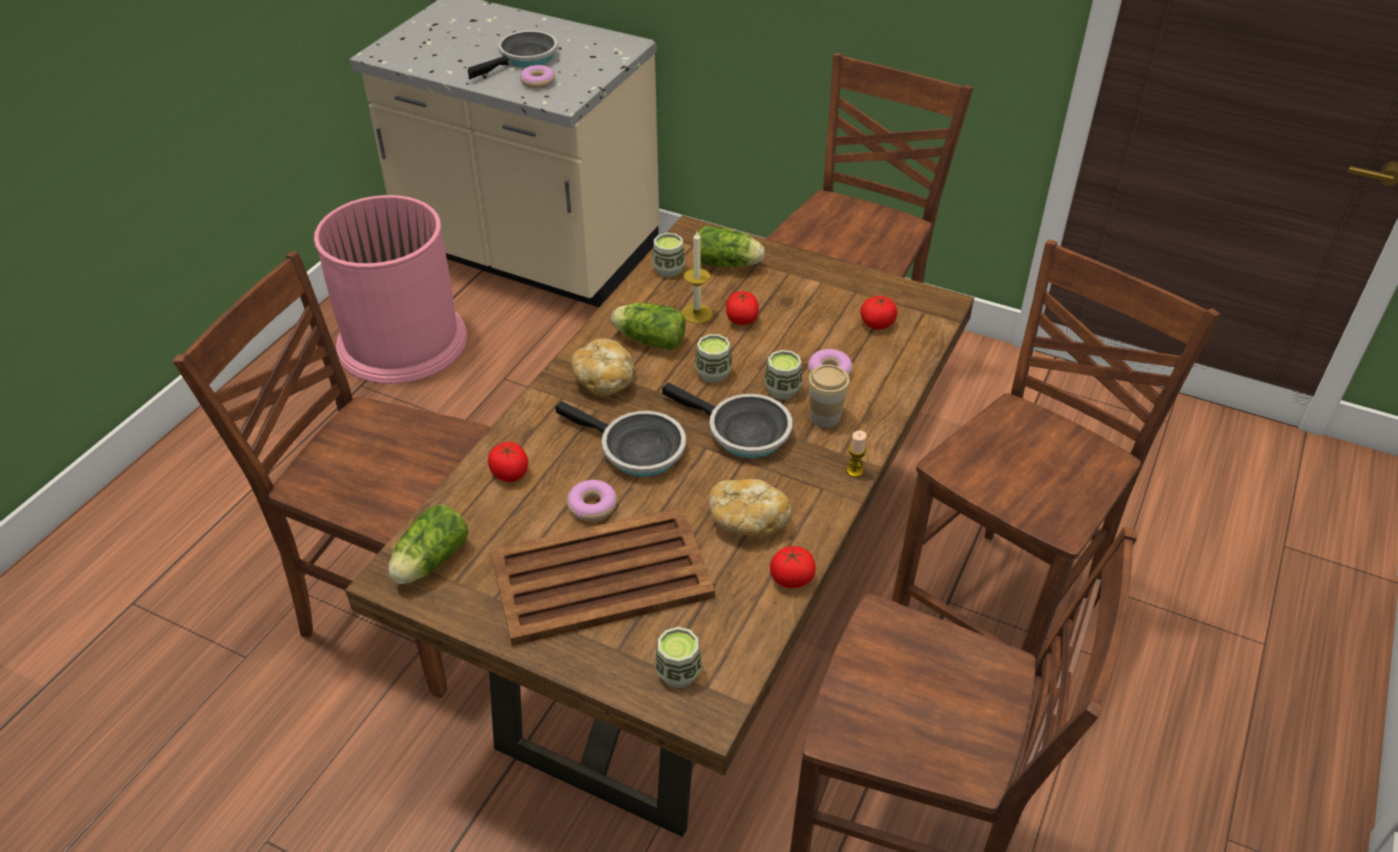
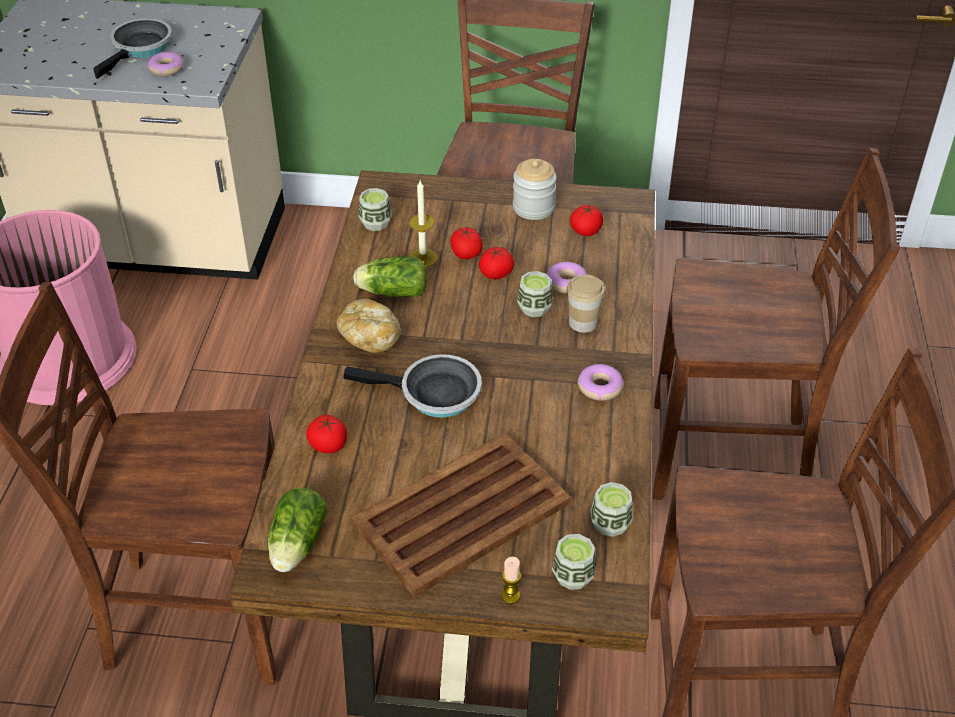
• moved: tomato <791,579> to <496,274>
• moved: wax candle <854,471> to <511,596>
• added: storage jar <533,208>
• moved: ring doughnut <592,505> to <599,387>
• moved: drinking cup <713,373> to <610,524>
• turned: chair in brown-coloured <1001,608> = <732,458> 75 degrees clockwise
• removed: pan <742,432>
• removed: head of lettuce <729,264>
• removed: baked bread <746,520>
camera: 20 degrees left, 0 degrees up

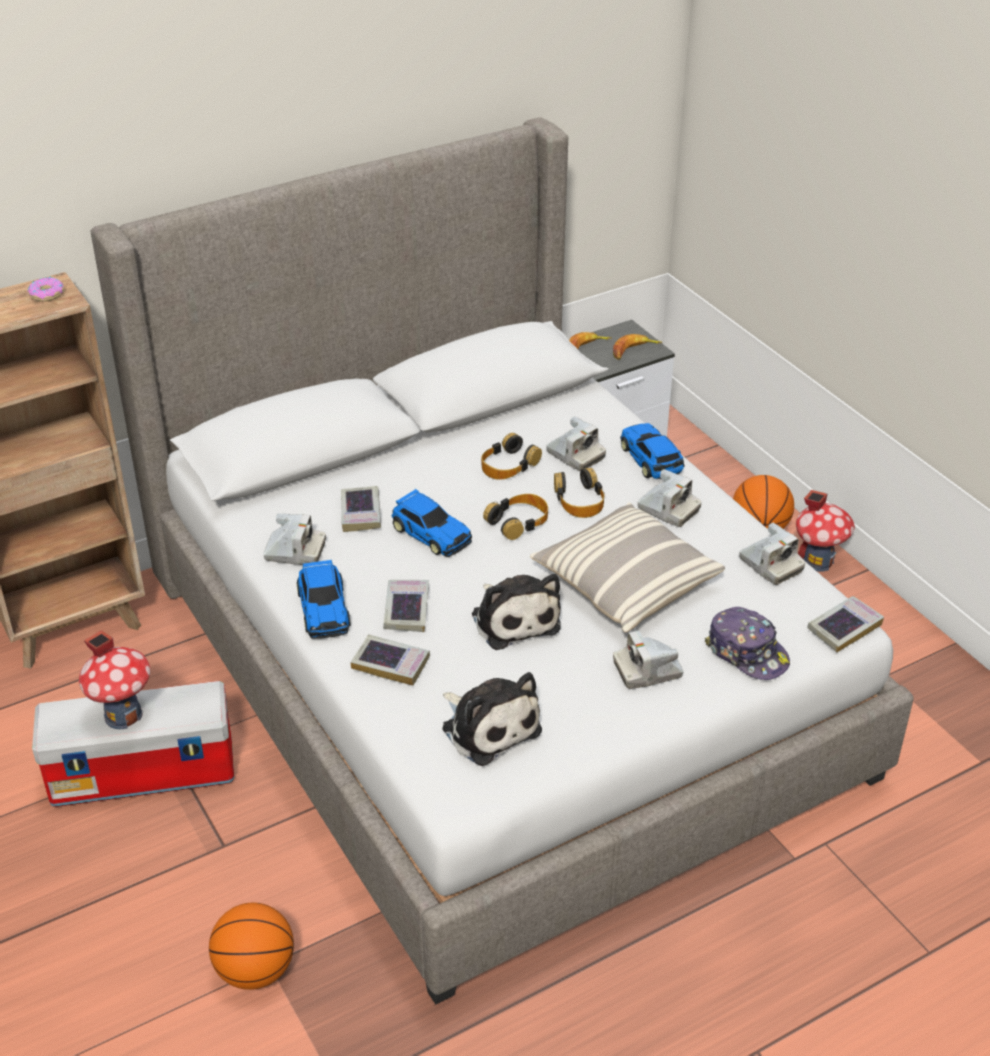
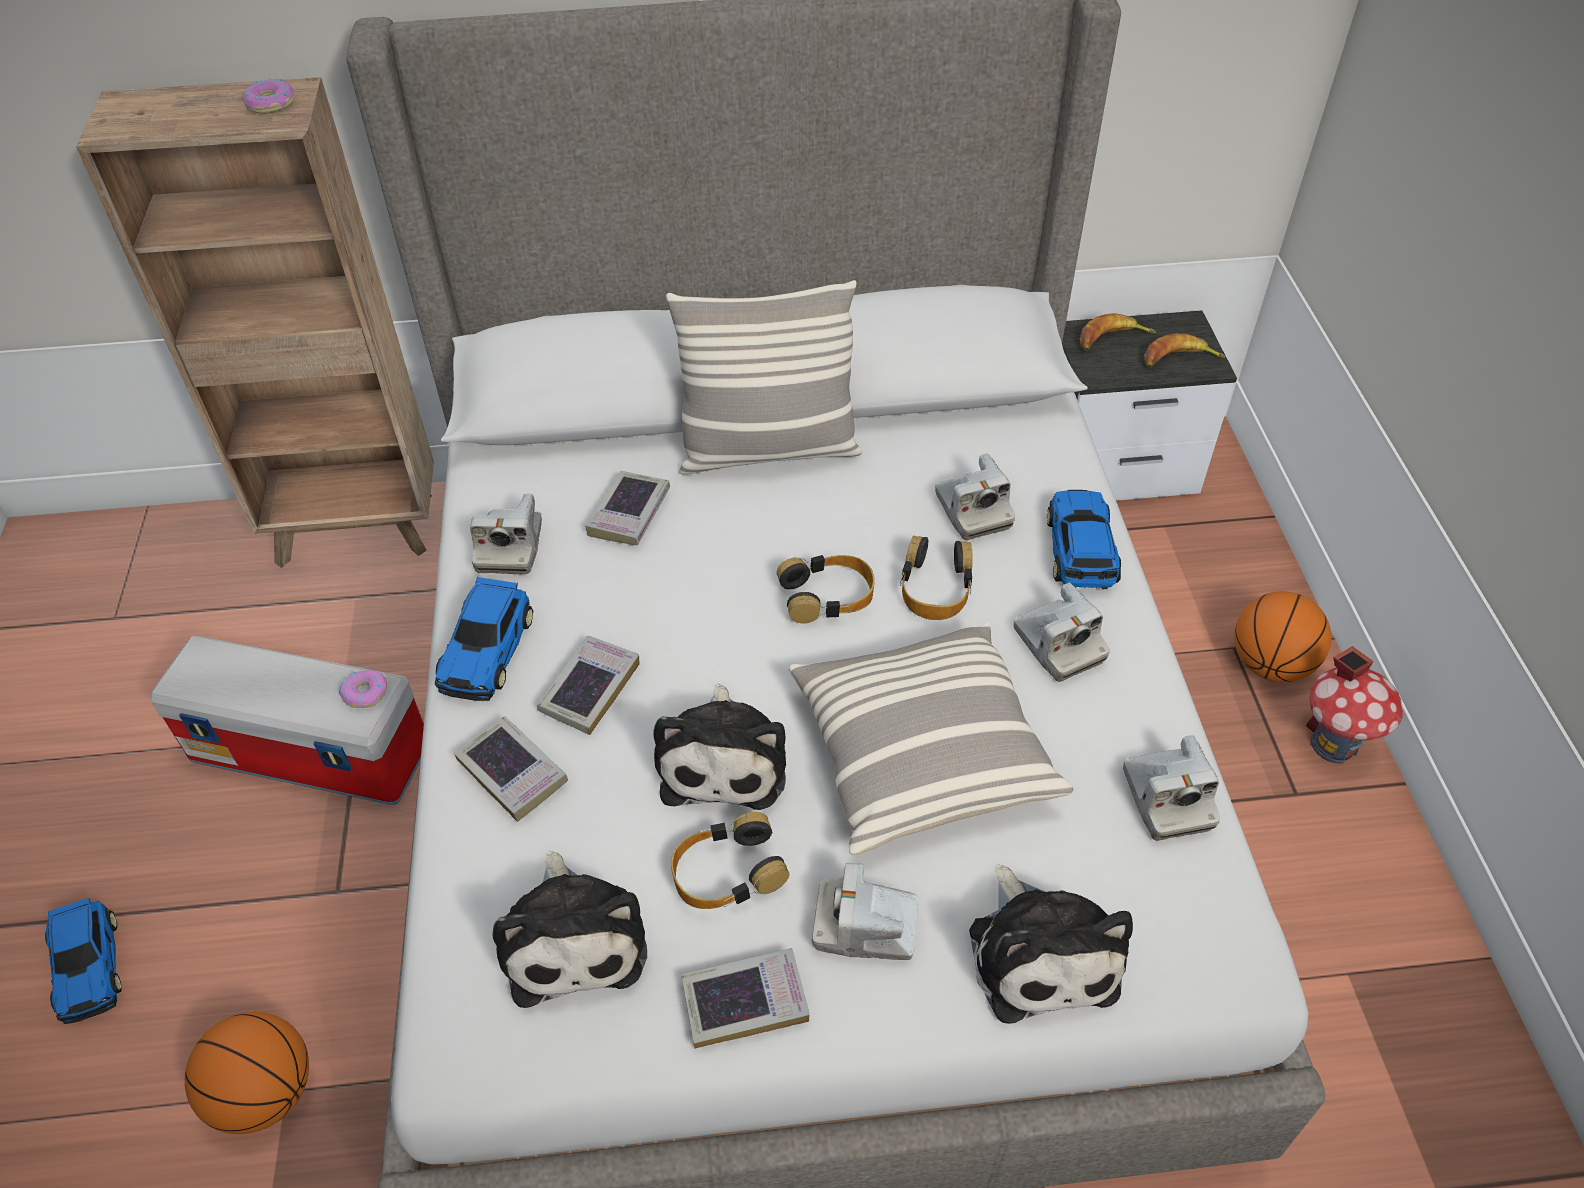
• moved: model car <431,533> to <89,965>
• added: ring doughnut <365,693>
• turned: still camera <295,552> = <510,547> 60 degrees clockwise
• added: throw pillow <768,450>
• moved: headset <508,465> to <727,872>
• moved: book <844,628> to <745,1001>
• replaced: cap <747,653> to plush toy <1041,953>
• removed: miniature house <123,715>
camera: 25 degrees right, 10 degrees up

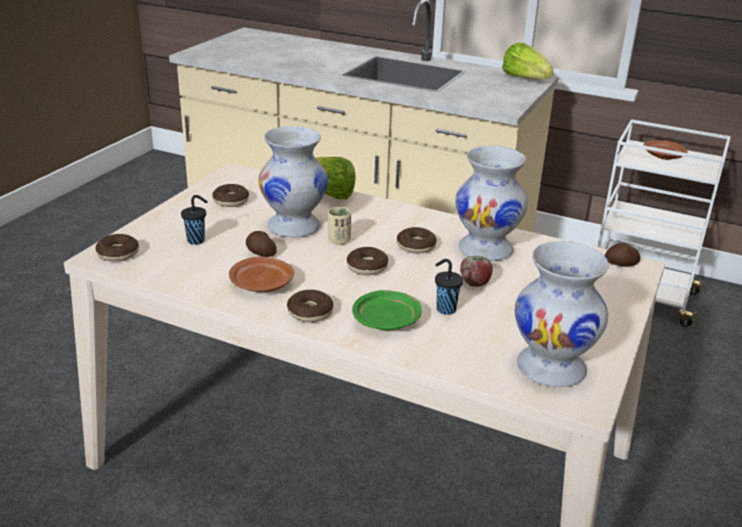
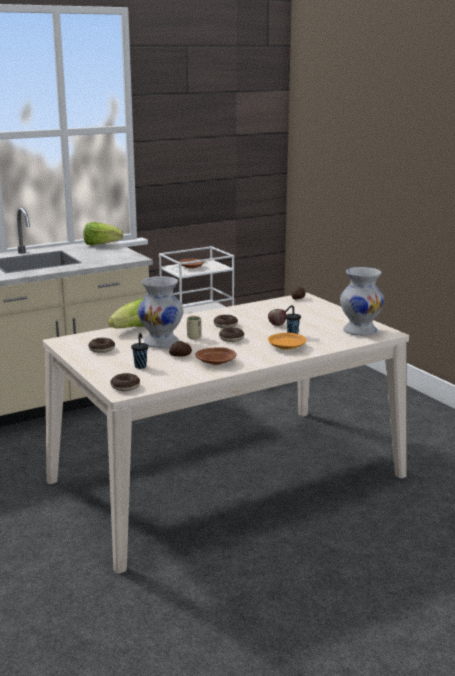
• recoloured: plate in greenish <386,320> to plate in orange <286,347>
• removed: ring doughnut <310,312>
• removed: decorative vase in white-coloured <486,249>
camera: 55 degrees left, 10 degrees down

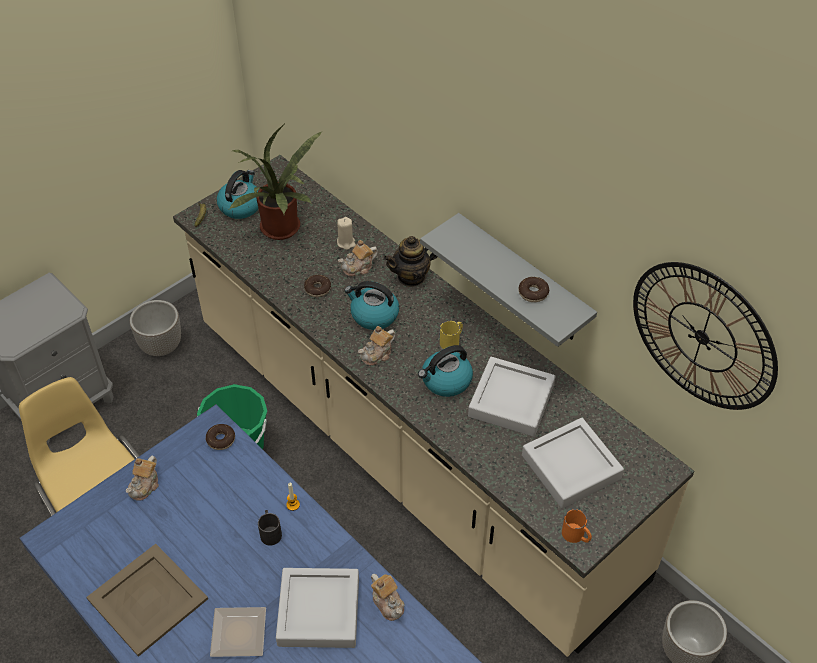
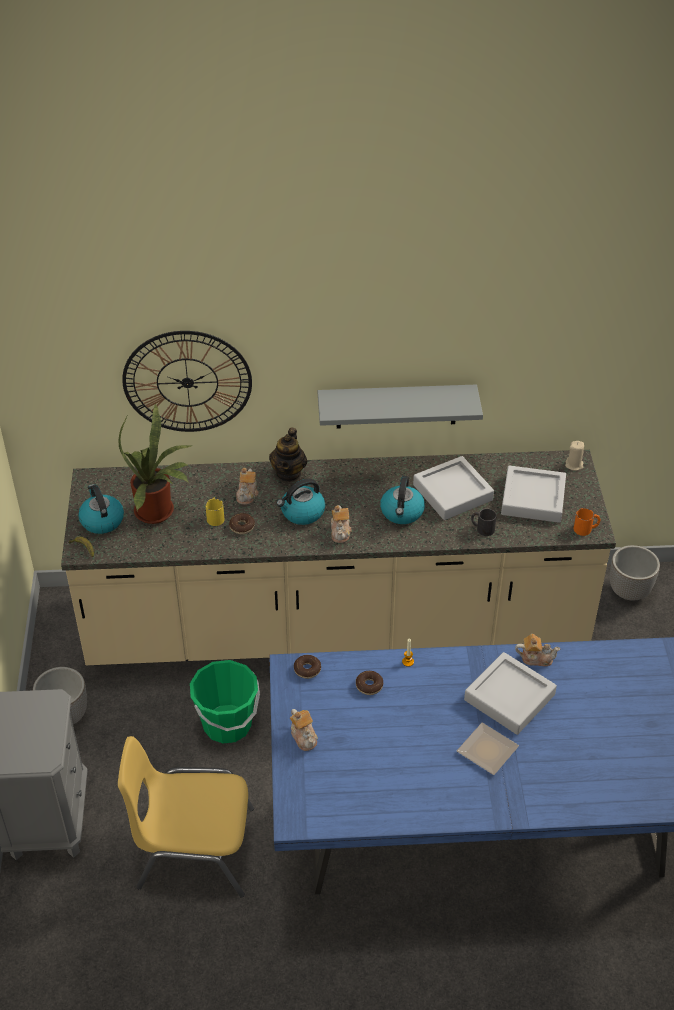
• moved: wall clock <702,336> to <187,382>
• moved: coffee mug in yellow-coloured <452,340> to <215,517>
• moved: ring doughnut <533,293> to <369,685>
• moved: coffee mug in blackish <270,531> to <482,528>
• moved: wax candle in sand-coloured <346,243> to <574,465>
• removed: serving tray in sand-coloured <147,598>
camera: 50 degrees left, 5 degrees down

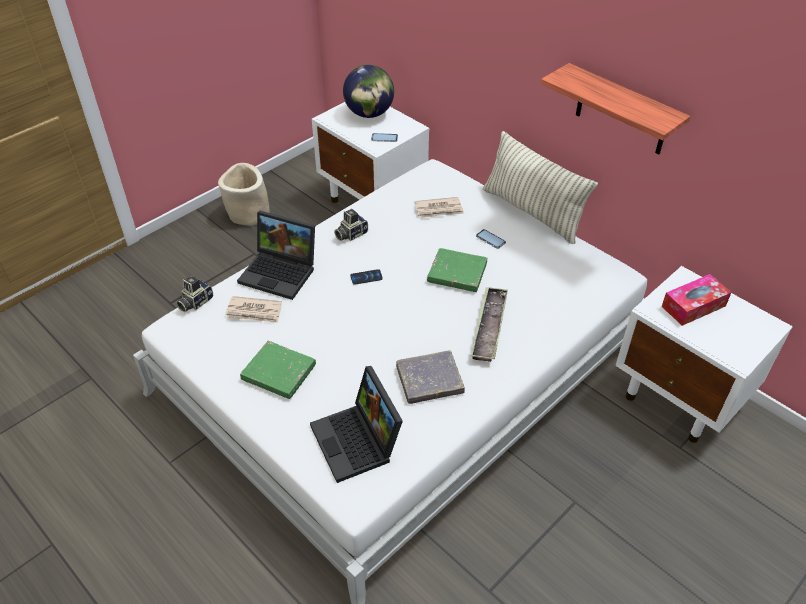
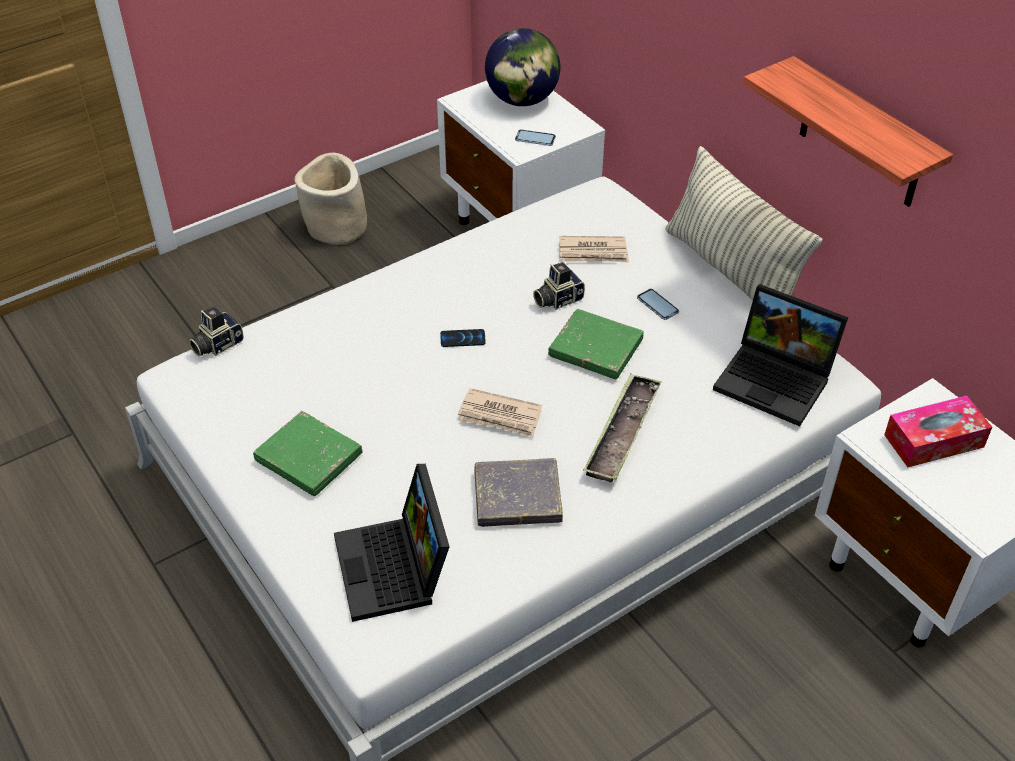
• moved: printed paper <254,312> to <500,416>
• moved: still camera <350,234> to <557,299>
• moved: notebook computer <281,272> to <777,380>
camera: 10 degrees right, 0 degrees up

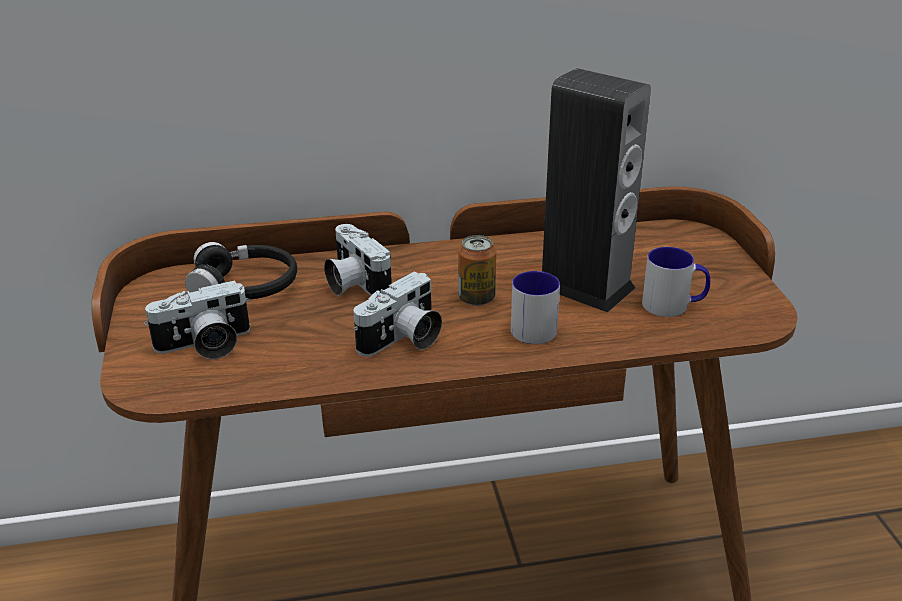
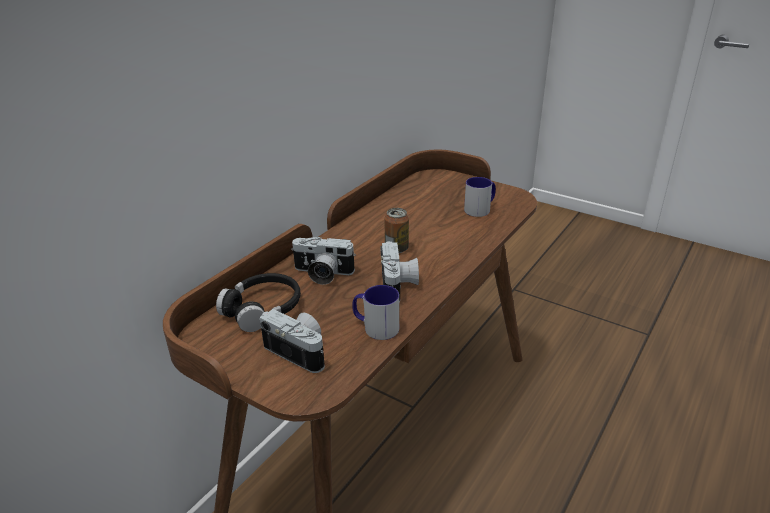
• turned: still camera <205,345> = <300,351> 75 degrees counterclockwise
• moved: coffee mug <529,326> to <375,327>
• removed: audio speaker <585,286>
camera: 45 degrees left, 0 degrees up

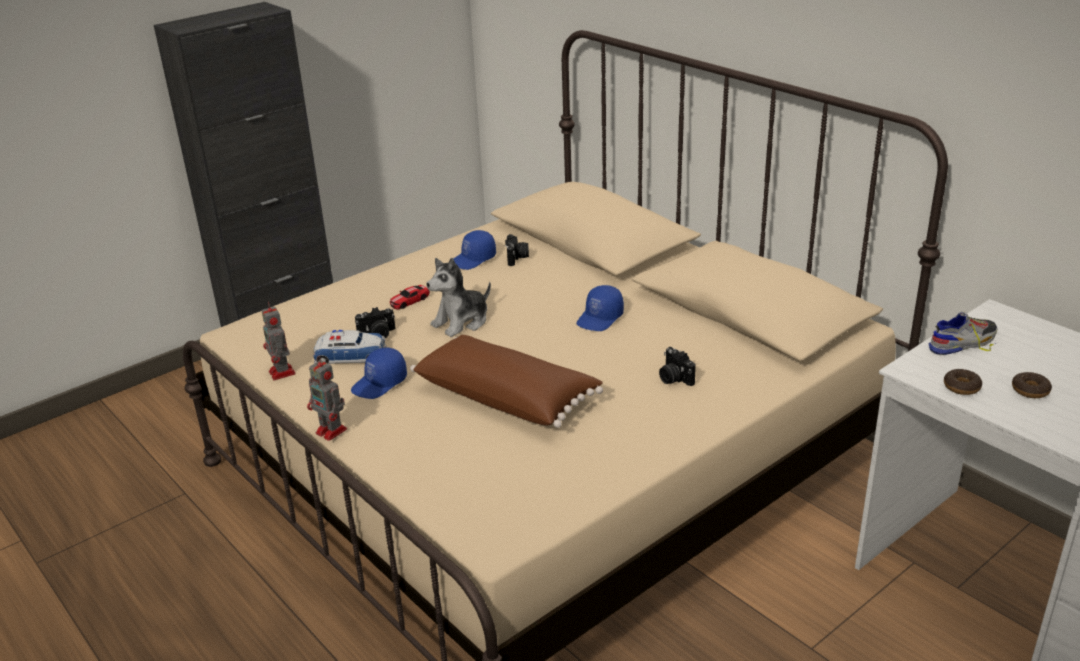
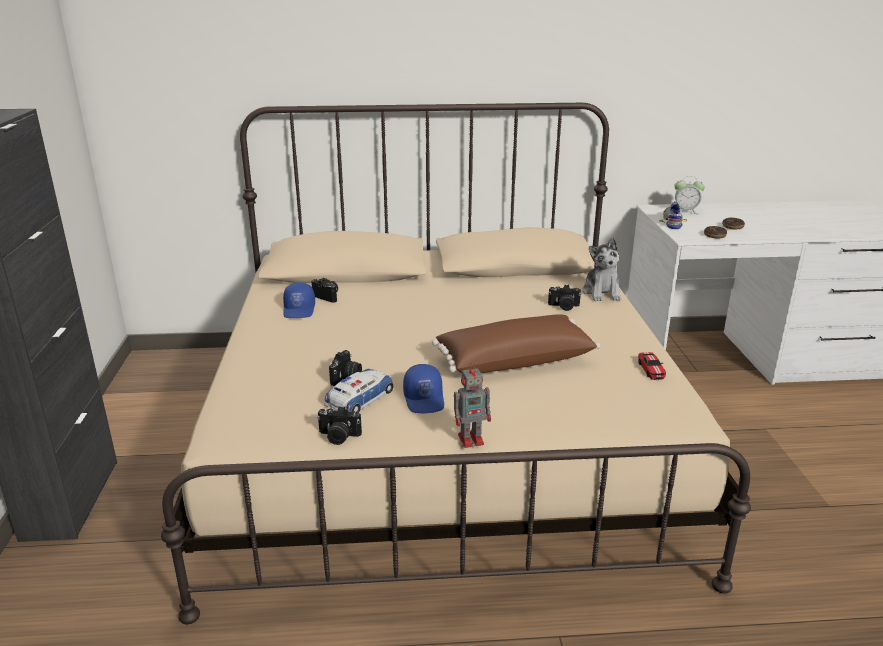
• replaced: model robot <282,373> to still camera <338,437>
• moved: plush toy <461,322> to <602,292>
• moved: model car <410,301> to <651,369>
• added: alarm clock <685,211>
• removed: cap in bluish <600,318>
camera: 55 degrees left, 5 degrees down

